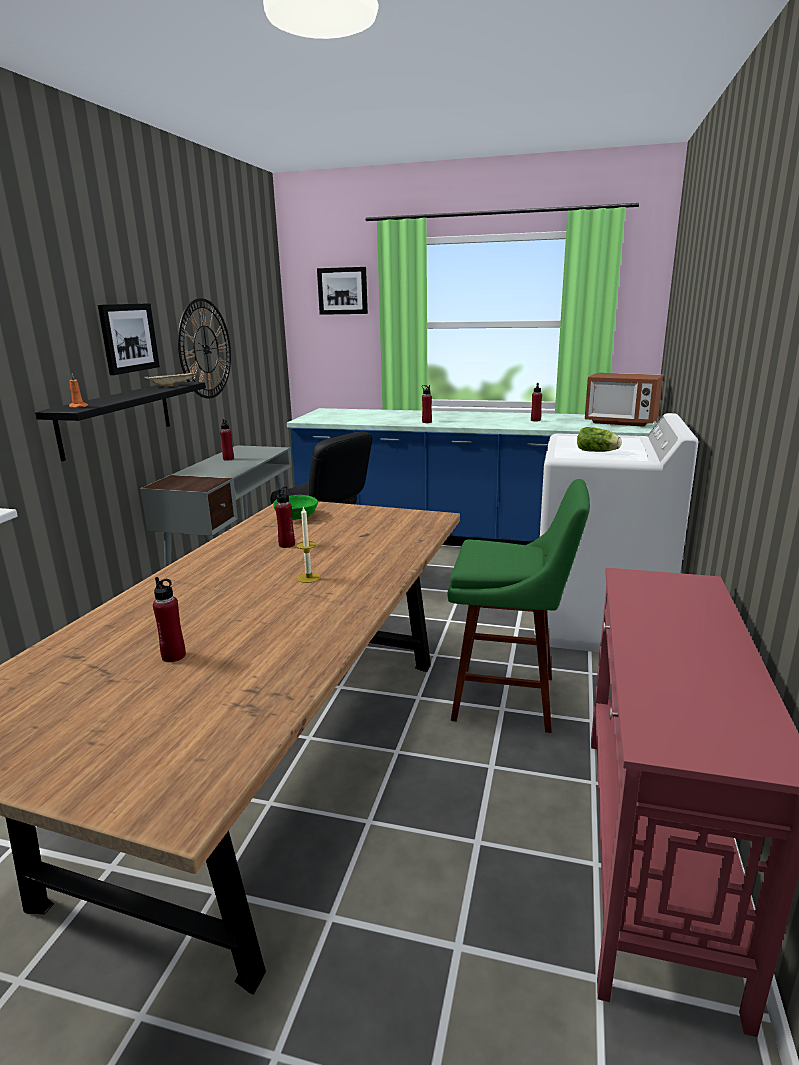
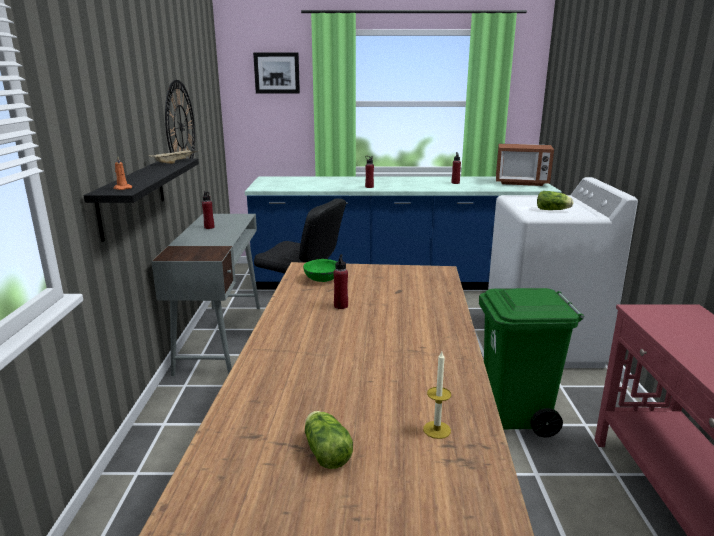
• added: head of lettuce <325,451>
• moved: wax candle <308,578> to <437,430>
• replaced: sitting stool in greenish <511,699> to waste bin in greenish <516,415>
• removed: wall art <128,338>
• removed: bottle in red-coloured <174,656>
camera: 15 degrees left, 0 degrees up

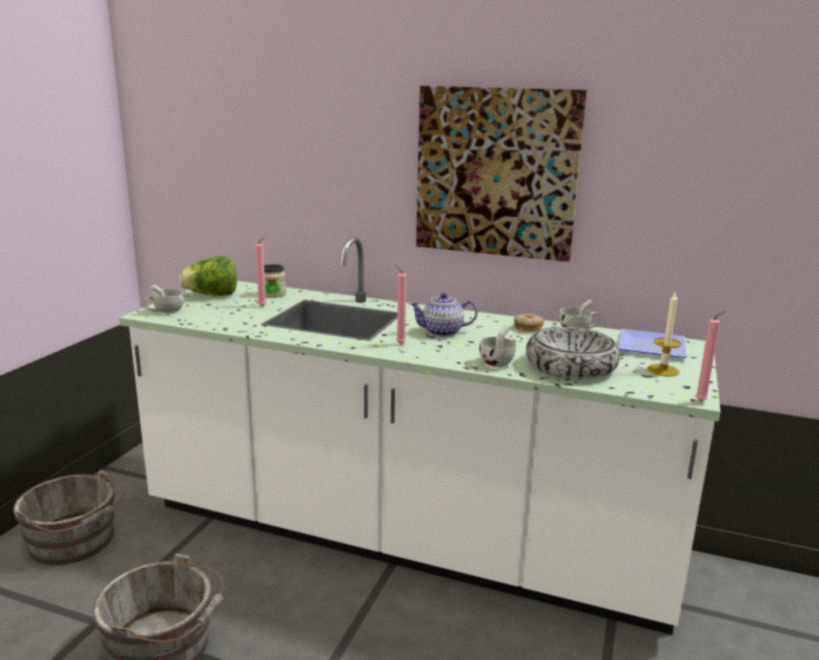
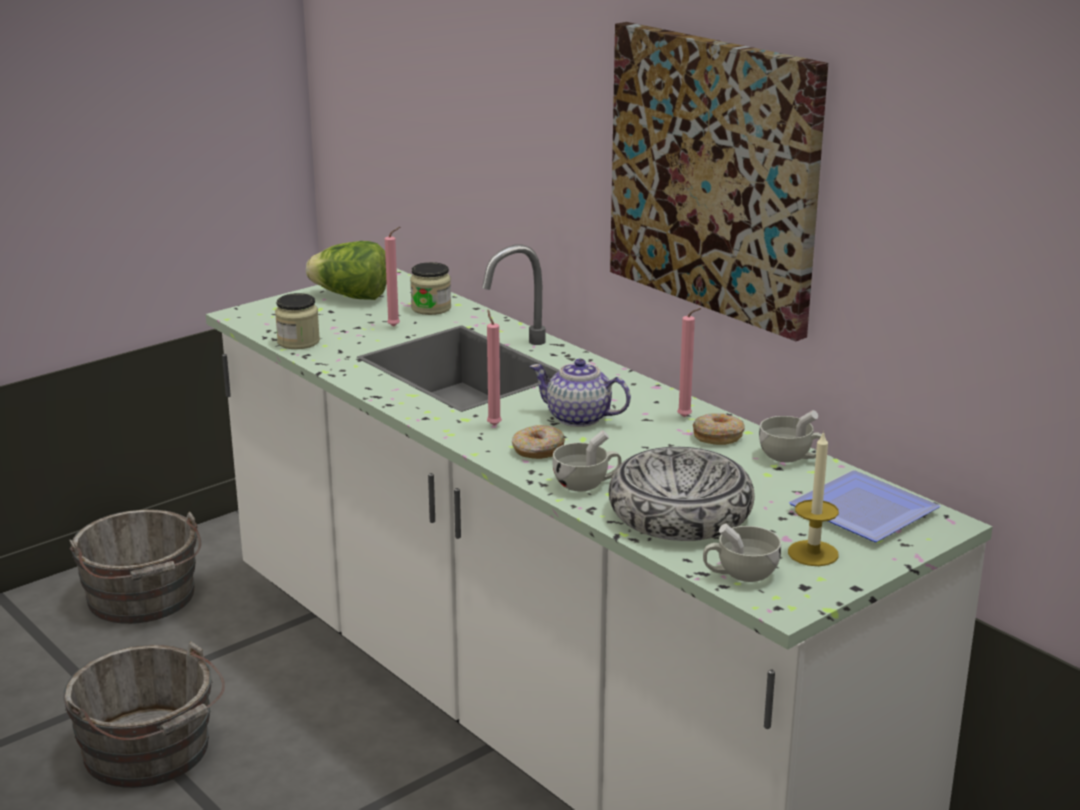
• added: storage jar <298,342>
• added: ring doughnut <538,451>
• moved: wax candle in pinkish <702,401> to <686,417>
• moved: drinking cup in white-coloured <165,311> to <740,574>
camera: 30 degrees right, 5 degrees up

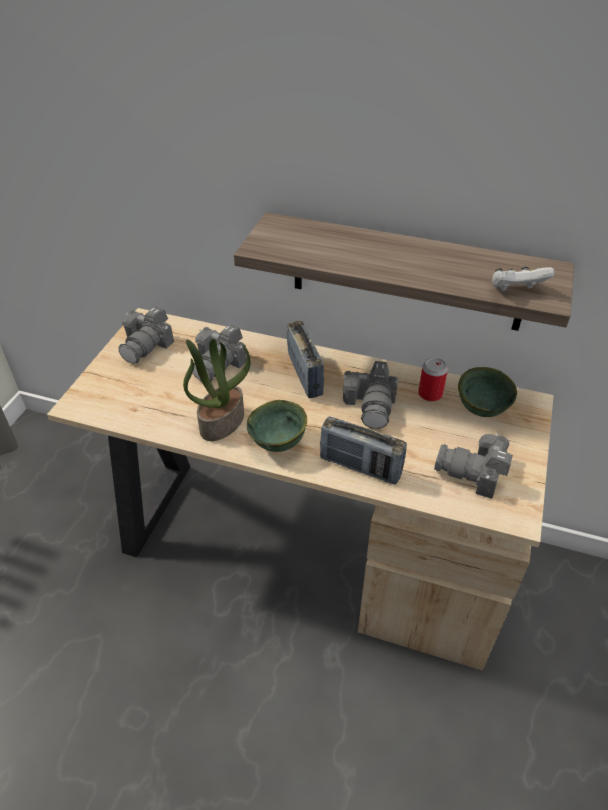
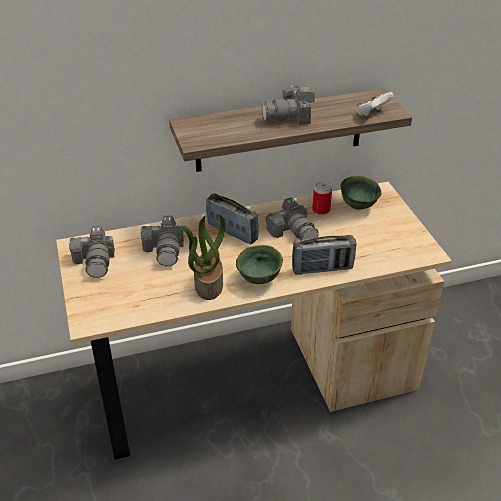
• moved: still camera <474,474> to <290,117>
camera: 35 degrees left, 5 degrees down

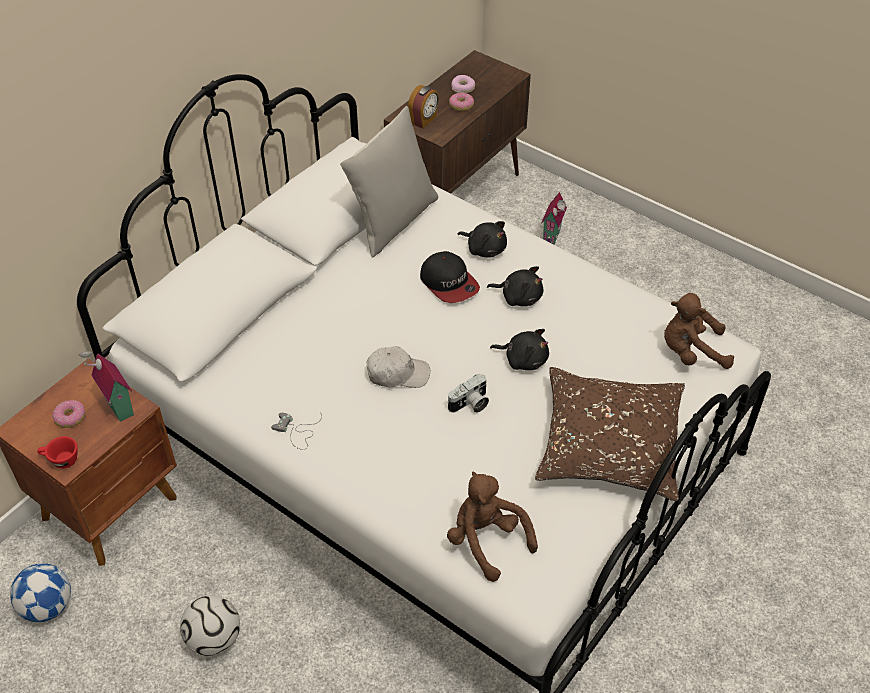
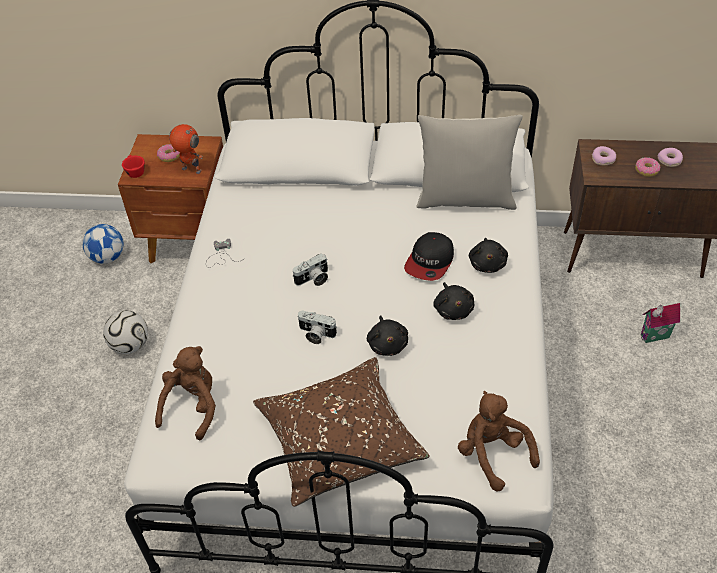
• replaced: miniature house <117,408> to model robot <191,170>
• replaced: cap in white-coloured <397,374> to still camera <313,279>
• replaced: alarm clock <423,120> to ring doughnut <603,159>
camera: 60 degrees right, 0 degrees up

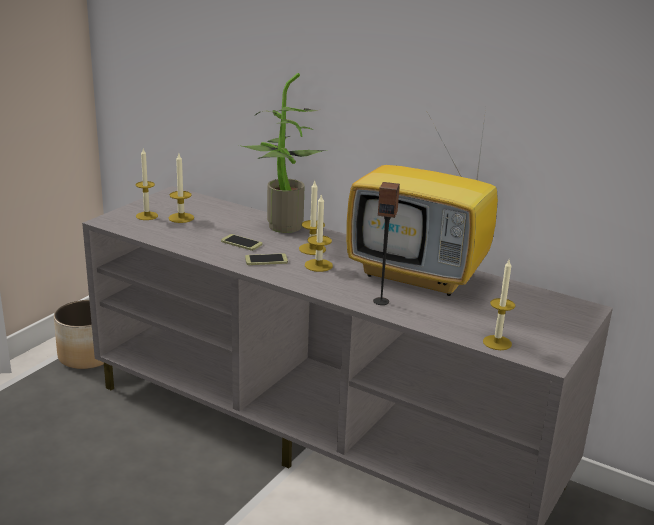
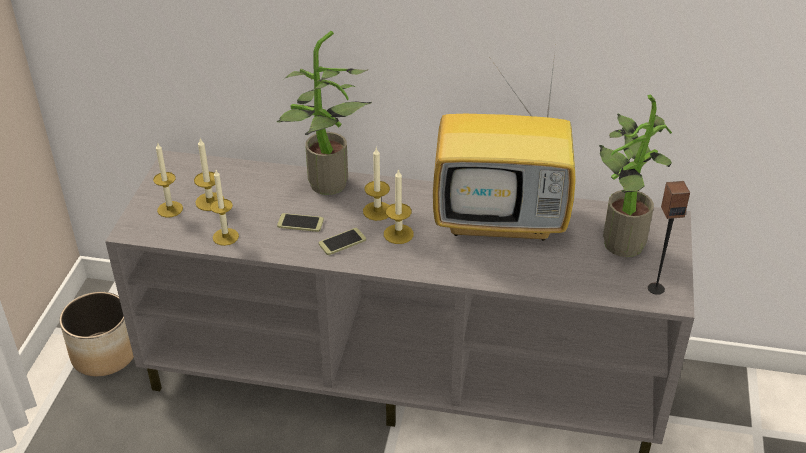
• moved: wax candle <497,342> to <225,237>
• added: houseplant <618,240>
• moved: audio speaker <381,301> to <656,288>
camera: 20 degrees left, 15 degrees up

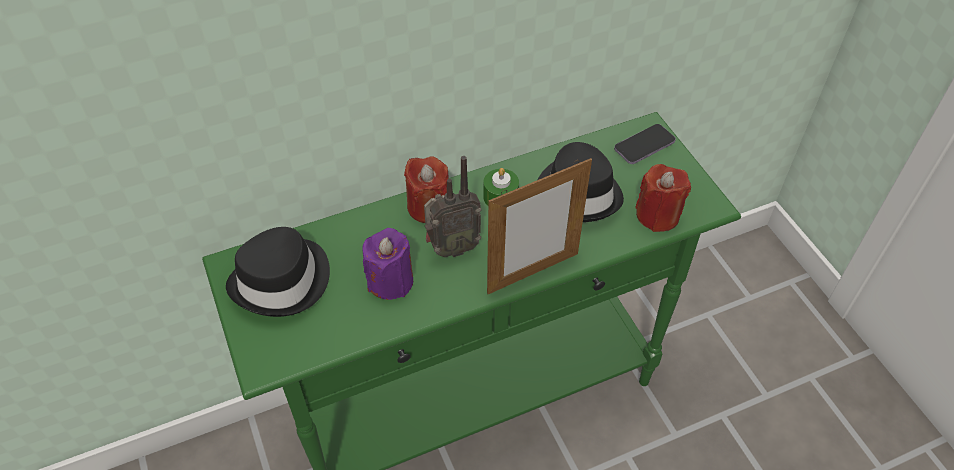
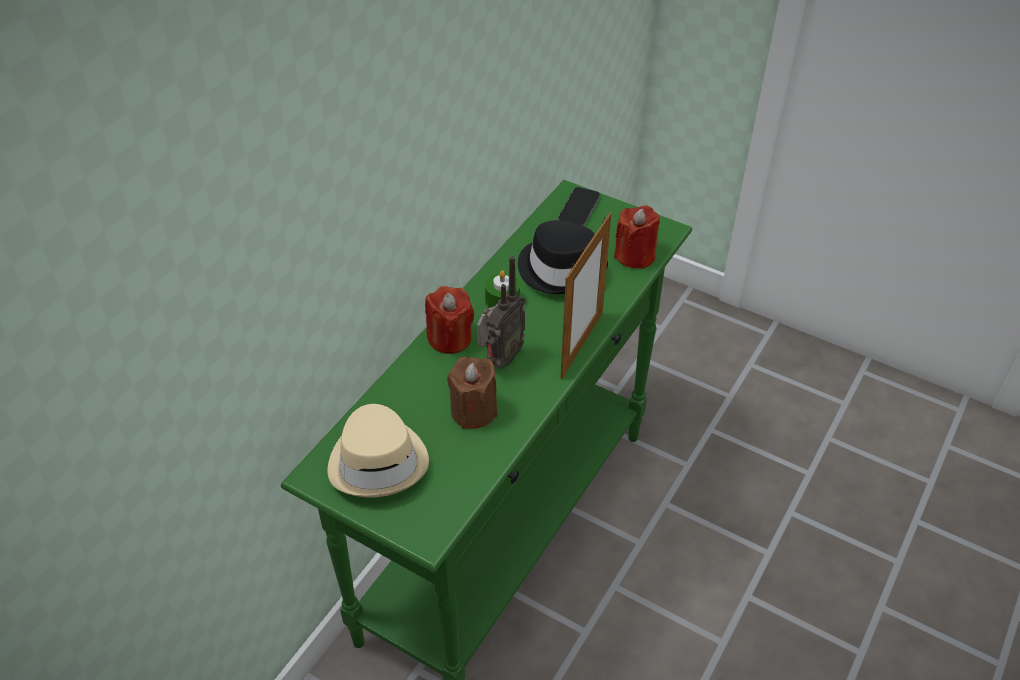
• recoloured: wearable hat in blackish <282,281> to wearable hat in sand-coloured <379,461>
• recoloured: wax candle in purple <390,281> to wax candle in brown-coloured <473,411>
camera: 35 degrees left, 5 degrees down

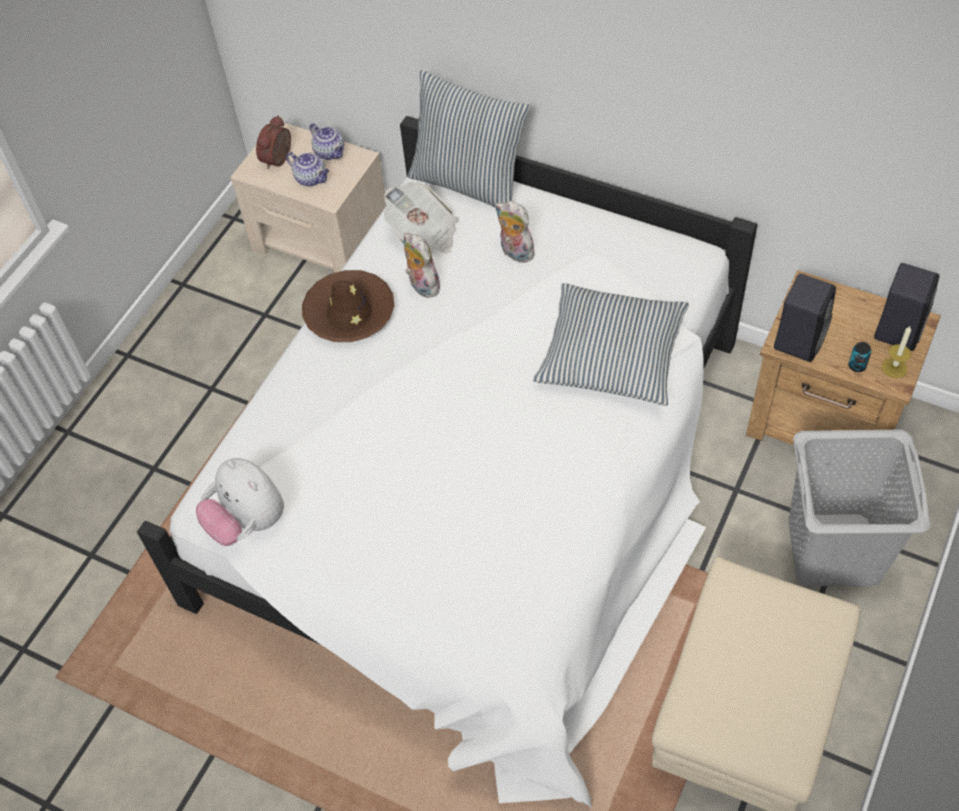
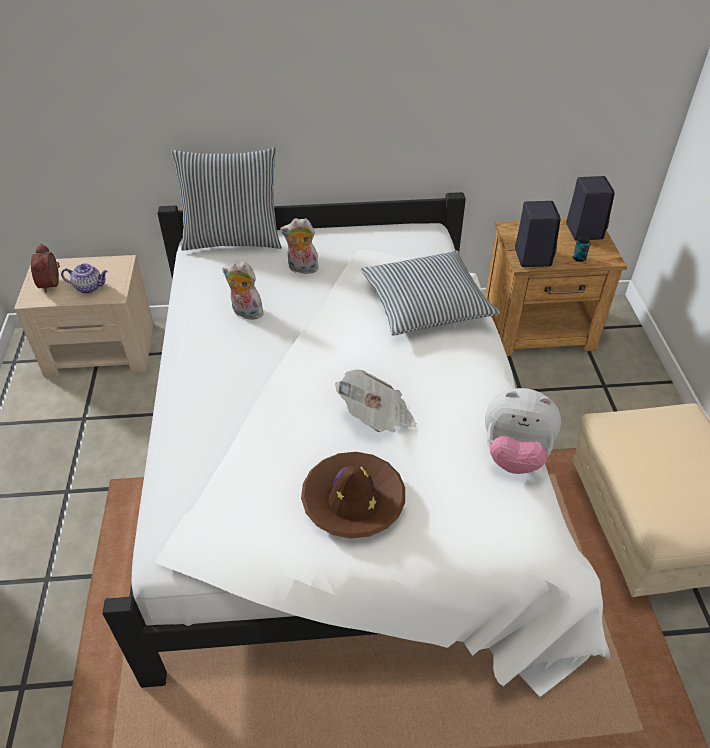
• moved: wearable hat in brown-coloured <349,313> to <353,501>
• moved: printed paper <423,232> to <376,416>
• moved: plush toy <247,522> to <515,454>
• removed: teapot <330,152>
• removed: hamper in gray <834,550>
• removed: wax candle <894,367>
camera: 35 degrees left, 10 degrees down

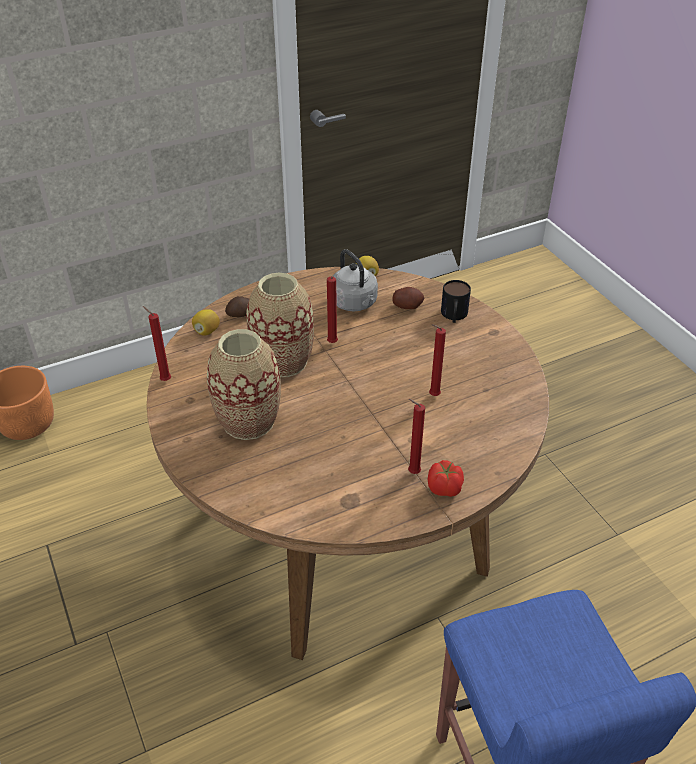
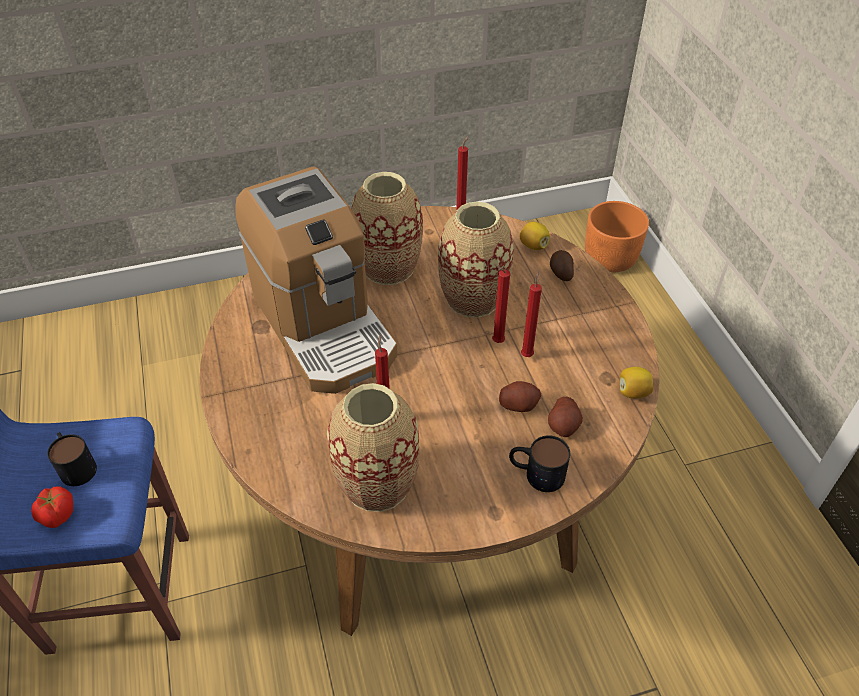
• moved: tomato <445,489> to <58,515>
• added: coffee mug <75,465>
• added: coffee maker <324,326>
• added: decorative vase <377,484>
• added: whole potato <518,404>
• moved: wax candle in red-coloured <412,472> to <527,354>
• removed: water kettle in gray <355,303>
camera: 100 degrees right, 5 degrees up

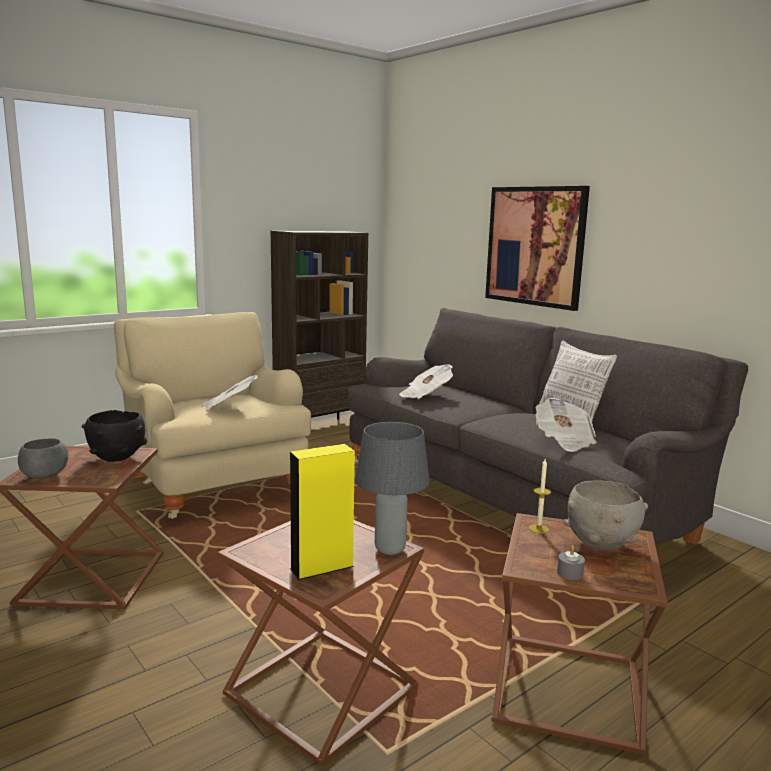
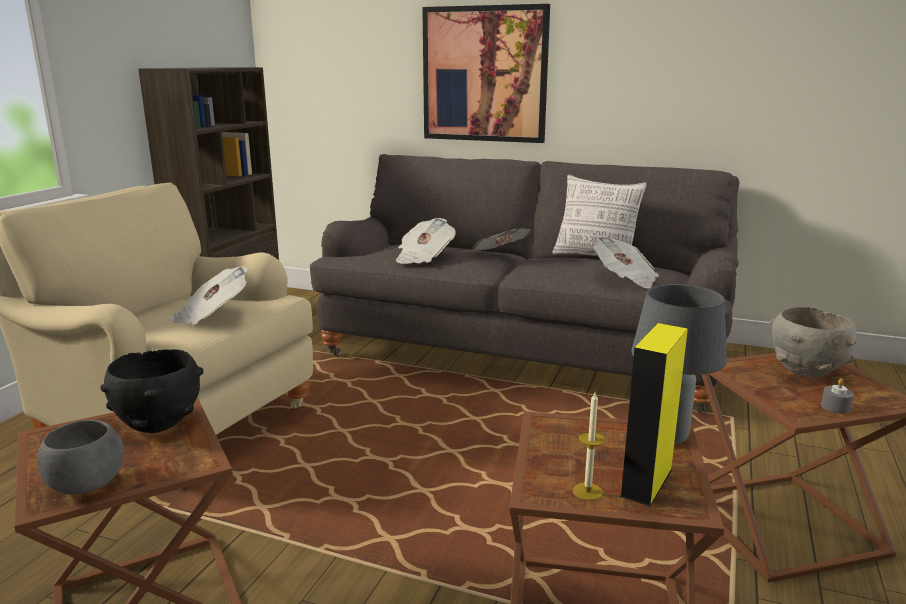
• added: printed paper <499,256>
• moved: wax candle <539,529> to <587,491>
camera: 30 degrees left, 5 degrees up

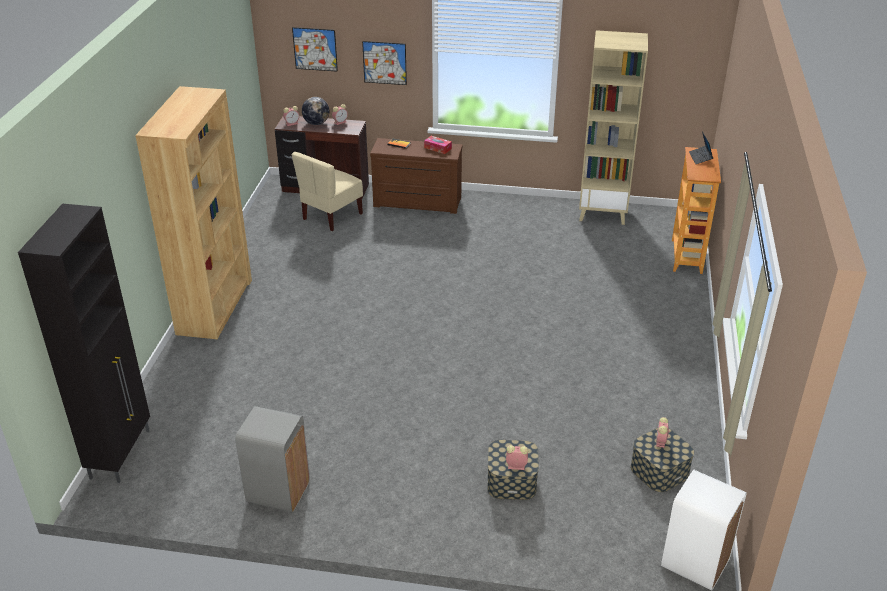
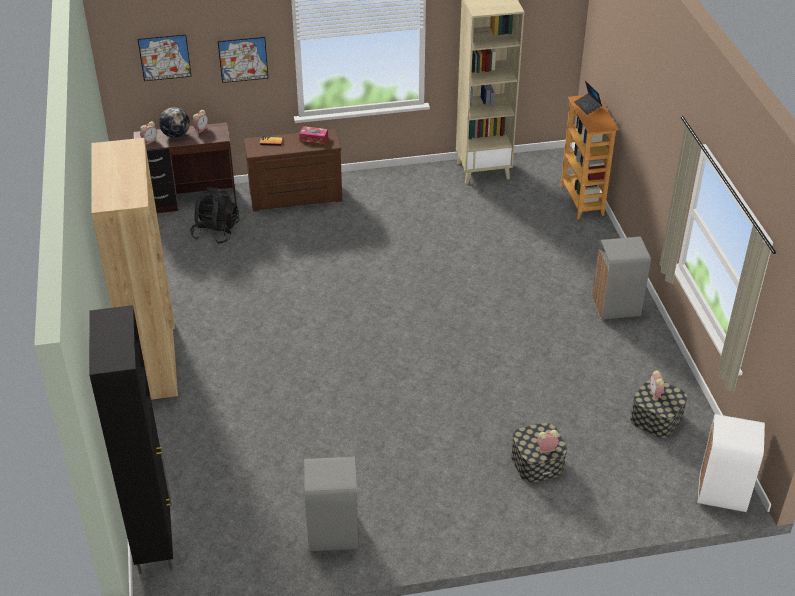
• replaced: chair in sand-coloured <331,216> to backpack in blackish <216,232>
• added: waste bin in gray <616,307>
camera: 20 degrees left, 5 degrees up

